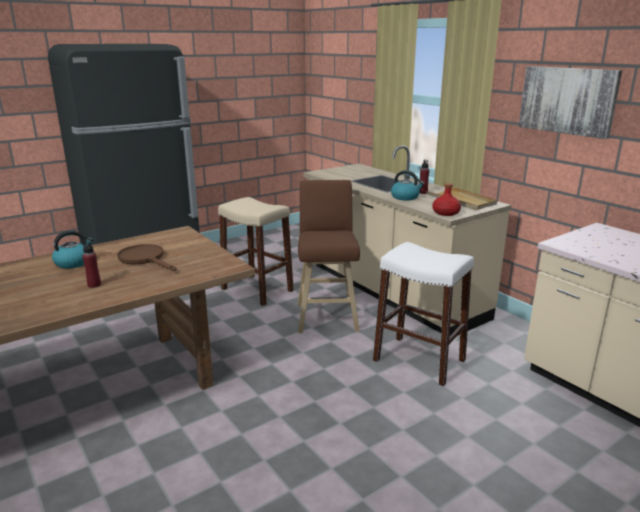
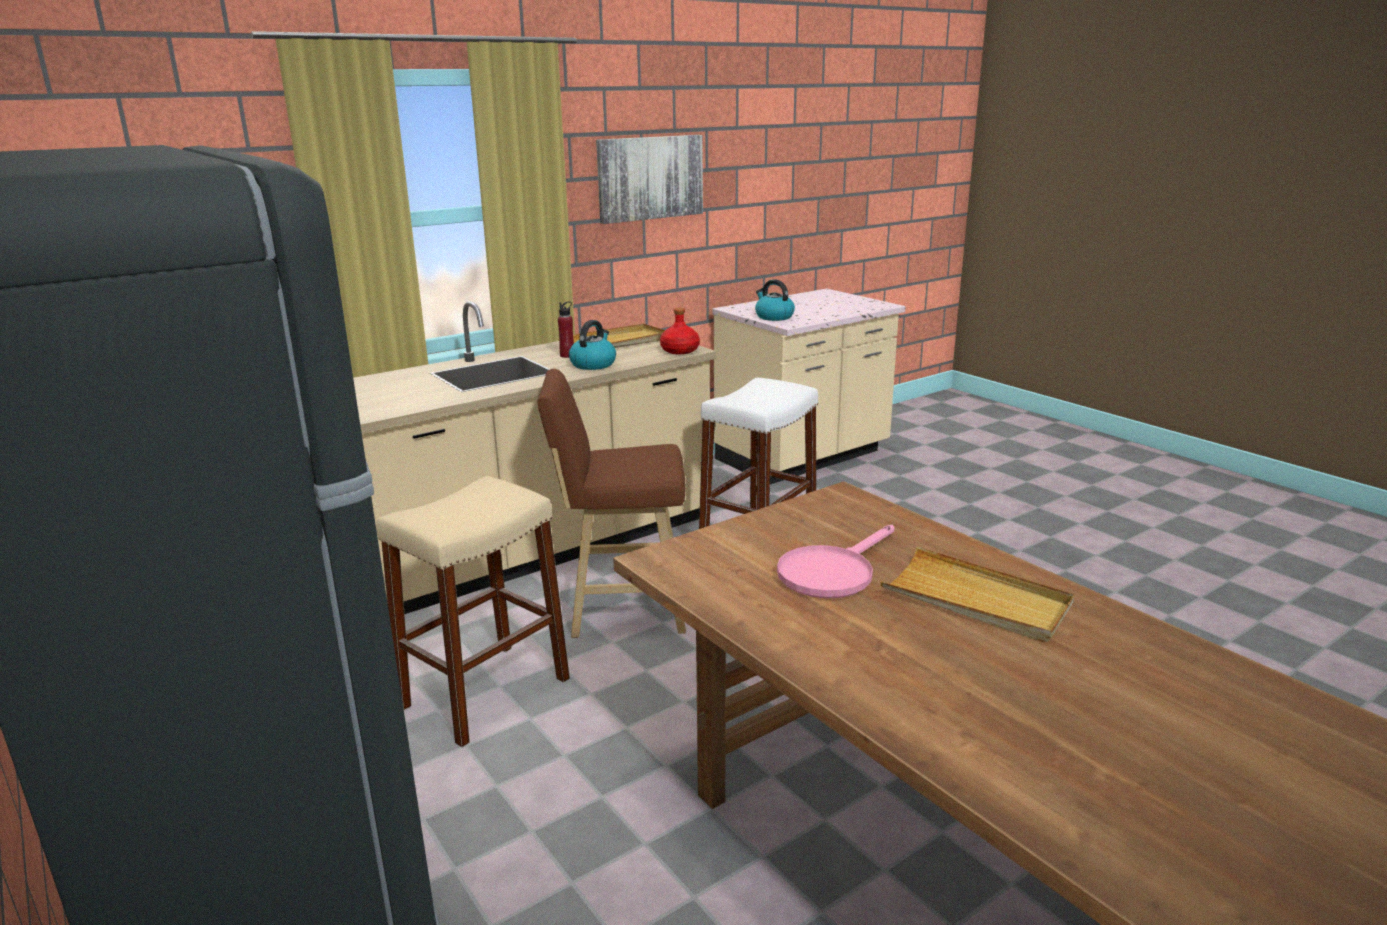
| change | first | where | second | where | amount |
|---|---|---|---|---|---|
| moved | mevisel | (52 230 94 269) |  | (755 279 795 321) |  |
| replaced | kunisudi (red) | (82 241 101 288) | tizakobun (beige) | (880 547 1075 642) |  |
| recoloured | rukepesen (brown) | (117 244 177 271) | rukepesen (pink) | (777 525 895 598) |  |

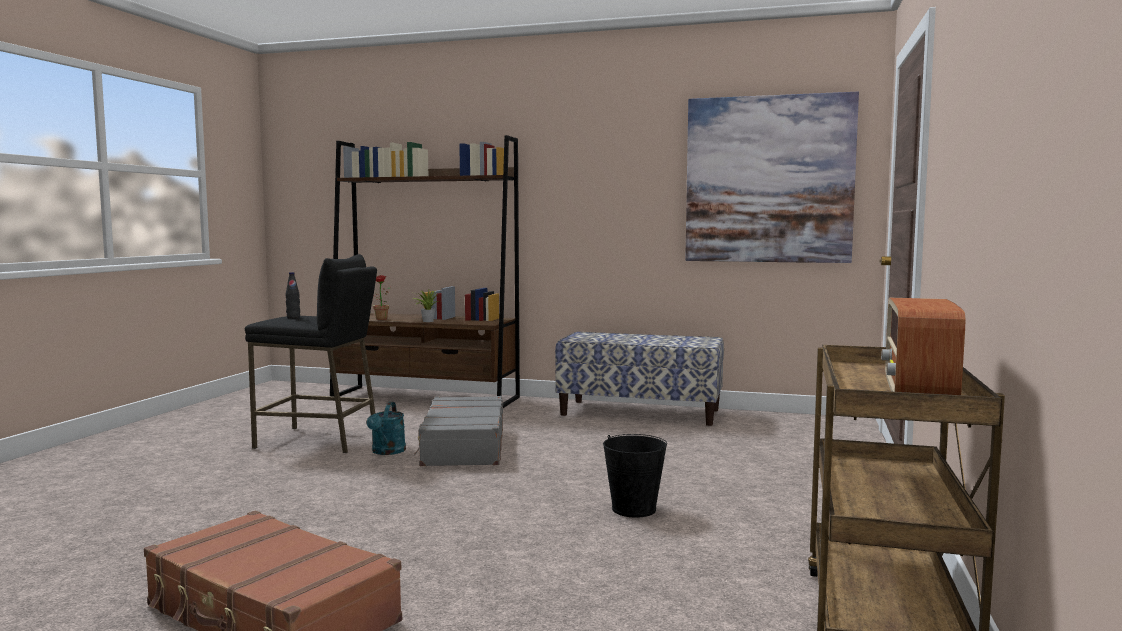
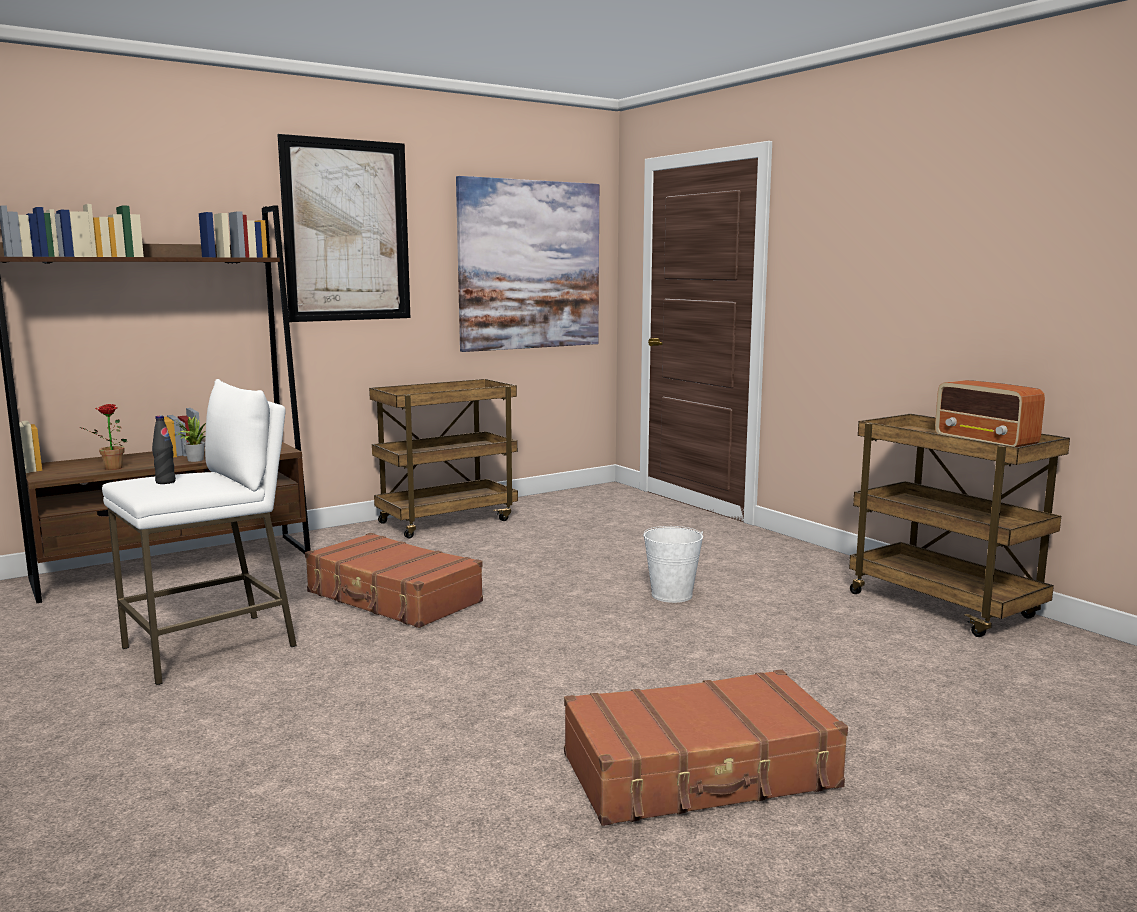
| change | first | where | second | where | amount |
|---|---|---|---|---|---|
| removed | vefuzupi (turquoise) | (367 402 406 455) |  |  |  |
| added |  |  | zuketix | (277 134 410 322) |  |
| replaced | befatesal | (555 332 724 426) | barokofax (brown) | (369 379 518 539) |  |
| recoloured | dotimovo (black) | (245 254 377 453) | dotimovo (white) | (102 379 297 685) |  |
| recoloured | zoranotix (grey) | (414 396 503 466) | zoranotix (brown) | (305 533 483 628) |  |
| recoloured | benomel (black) | (603 434 667 518) | benomel (white) | (643 526 703 603) |  |

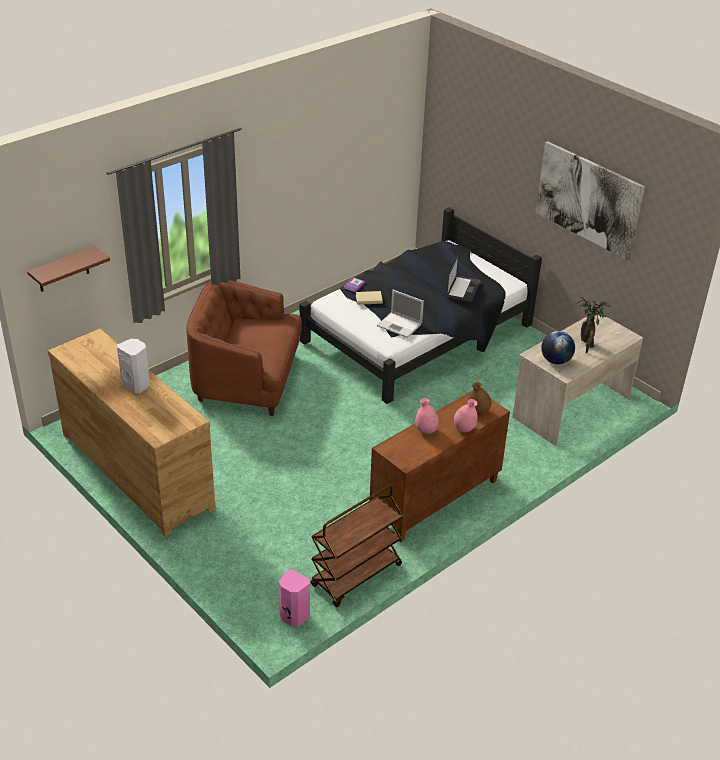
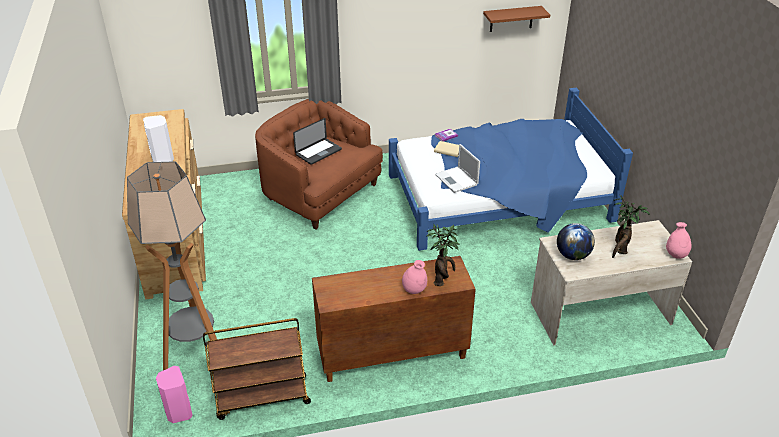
| change | first | where | second | where | amount |
|---|---|---|---|---|---|
| removed | zuketix | (535 141 645 260) |  |  |  |
| added |  |  | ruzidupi | (127 161 217 370) |  |
| moved | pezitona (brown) | (27 246 110 292) |  | (483 6 550 32) |  |
| moved | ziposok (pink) | (415 398 439 434) |  | (666 222 692 259) |  |
| moved | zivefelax | (447 255 481 303) |  | (293 118 342 165) |  |
| replaced | ziposok (brown) | (468 382 491 415) | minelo | (426 224 460 286) |  |
| recoloured | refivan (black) | (300 207 542 404) | refivan (blue) | (389 88 633 251) |  |

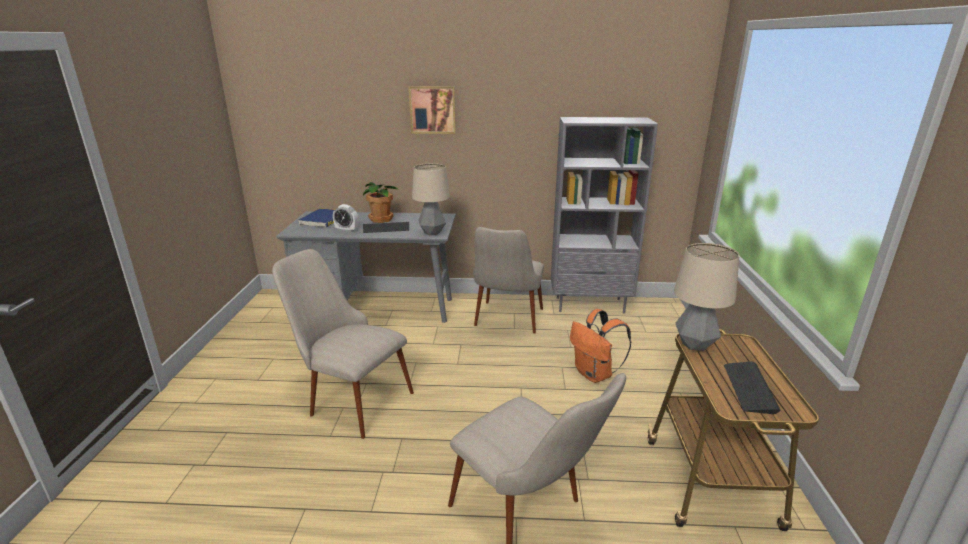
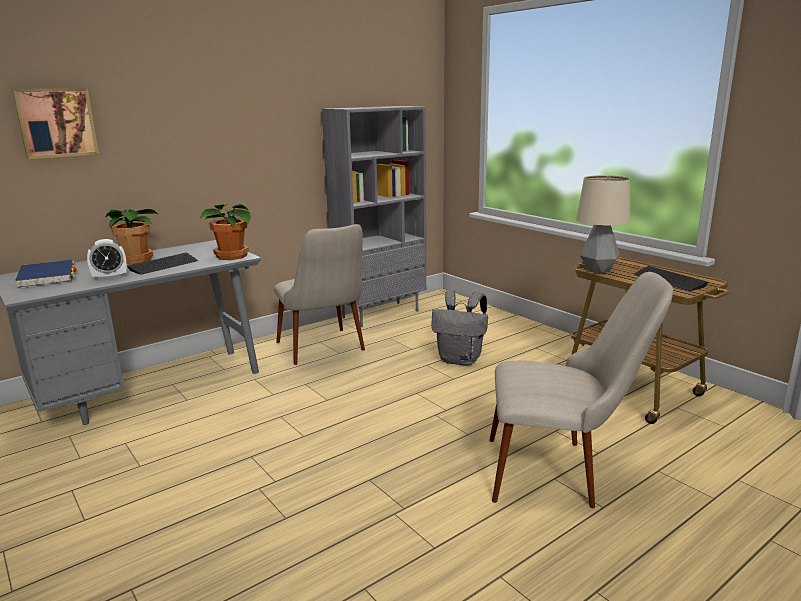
| change | first | where | second | where | amount |
|---|---|---|---|---|---|
| removed | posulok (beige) | (272 249 414 439) |  |  |  |
| moved | zuketix | (409 86 456 134) |  | (12 88 99 159) |  |
| replaced | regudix | (412 163 450 235) | minelo | (200 203 251 260) |  |
| recoloured | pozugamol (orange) | (570 309 632 383) | pozugamol (grey) | (431 290 488 365) |  |

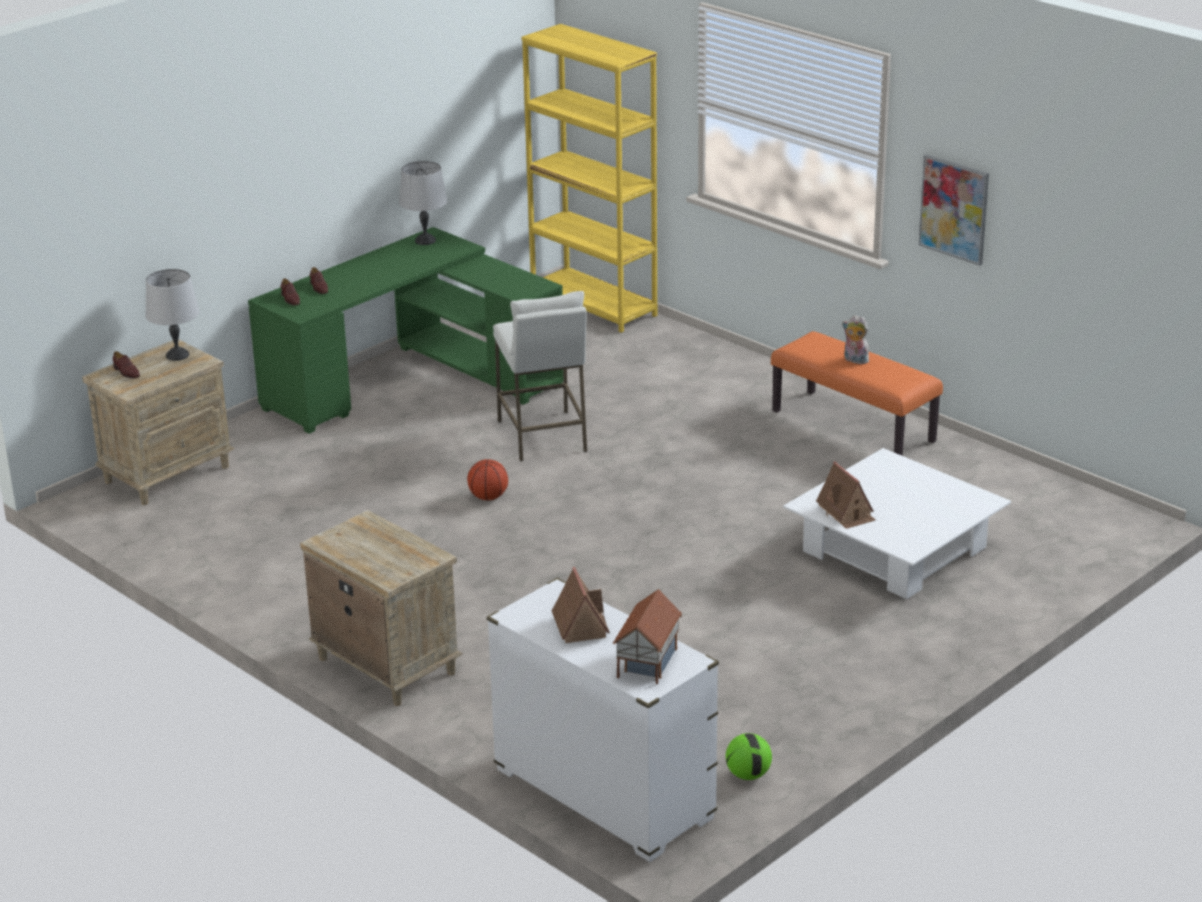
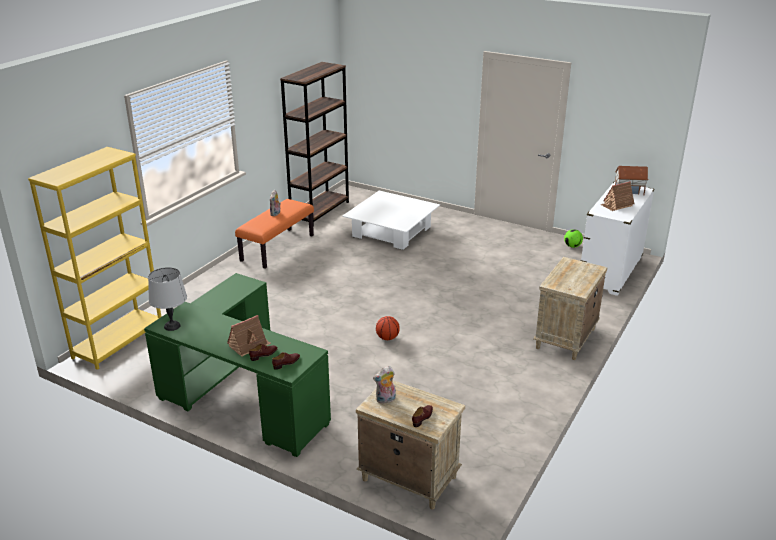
| change | first | where | second | where | amount |
|---|---|---|---|---|---|
| removed | dotimovo (white) | (493 291 587 461) |  |  |  |
| removed | zuketix | (919 154 989 266) |  |  |  |
| added |  |  | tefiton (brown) | (280 62 349 226) |  |
| moved | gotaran | (816 461 876 529) |  | (227 315 271 357) |  |
| replaced | regudix (grey) | (145 269 199 361) | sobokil | (373 366 396 404) |  |

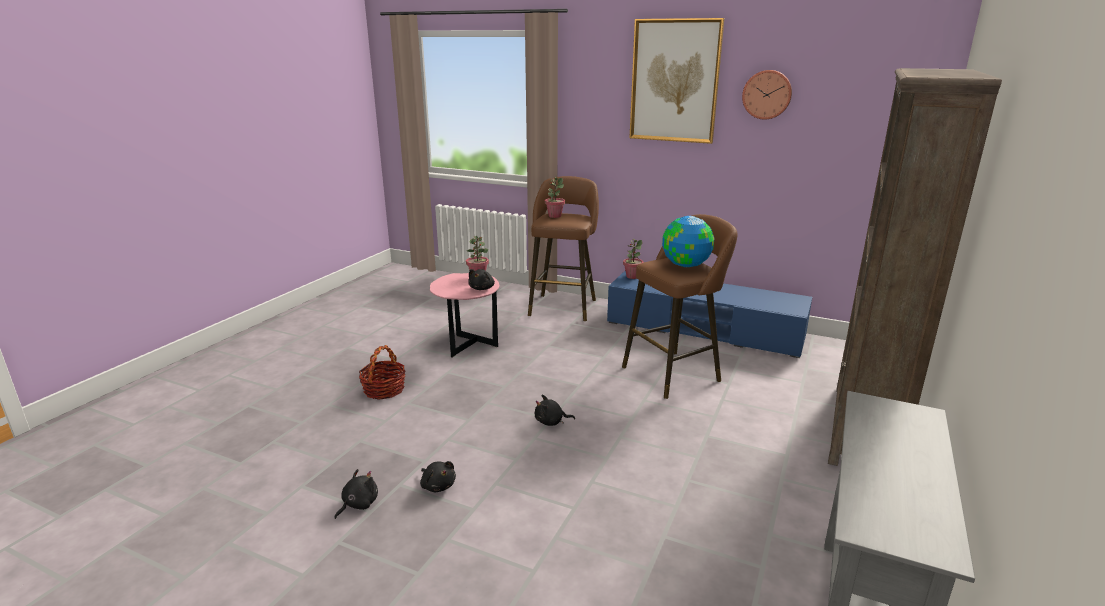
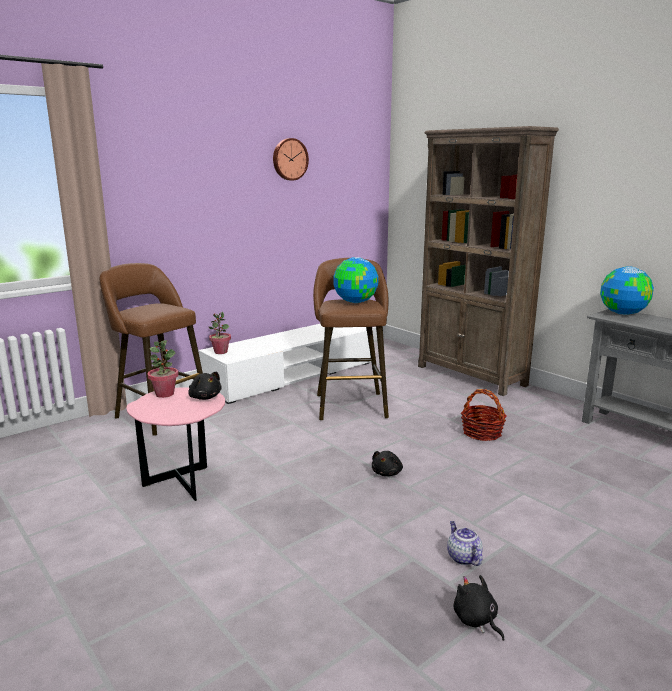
| change | first | where | second | where | amount |
|---|---|---|---|---|---|
| removed | minelo | (545 177 565 218) |  |  |  |
| removed | zuketix | (629 18 724 144) |  |  |  |
| added |  |  | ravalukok | (600 266 654 315) |  |
| moved | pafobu | (359 345 406 400) |  | (461 389 507 441) |  |
| replaced | sobokil (black) | (420 461 456 492) | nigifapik | (447 521 483 566) |  |
| recoloured | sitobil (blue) | (607 271 812 358) | sitobil (white) | (198 324 373 404) |  |

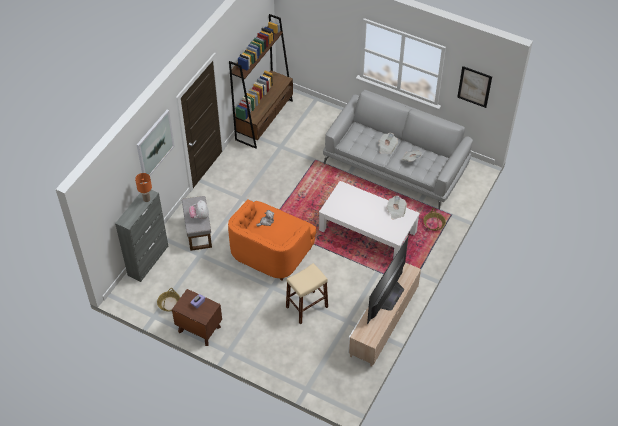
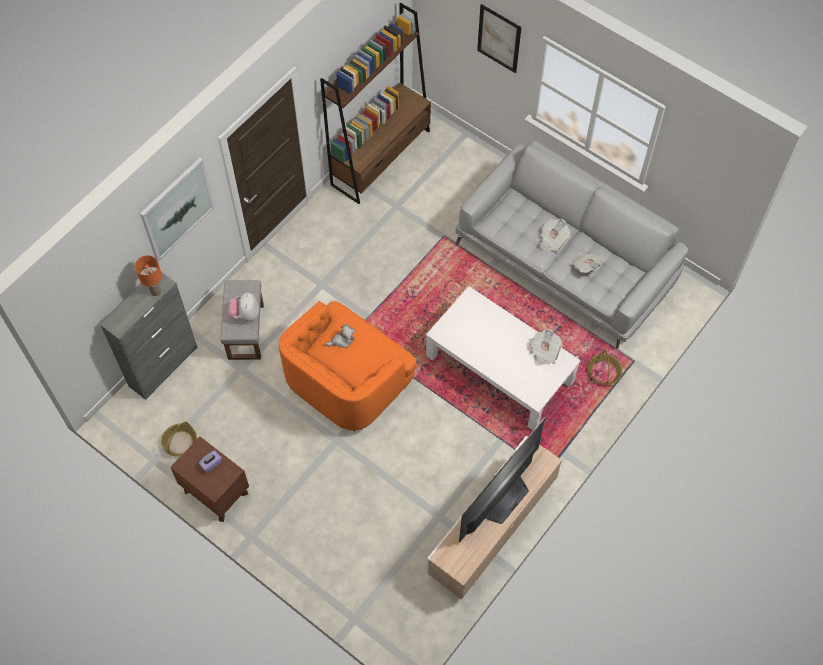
| change | first | where | second | where | amount |
|---|---|---|---|---|---|
| removed | dotimovo (beige) | (286 263 328 324) |  |  |  |
| moved | zuketix | (457 66 492 108) |  | (477 4 521 73) |  |

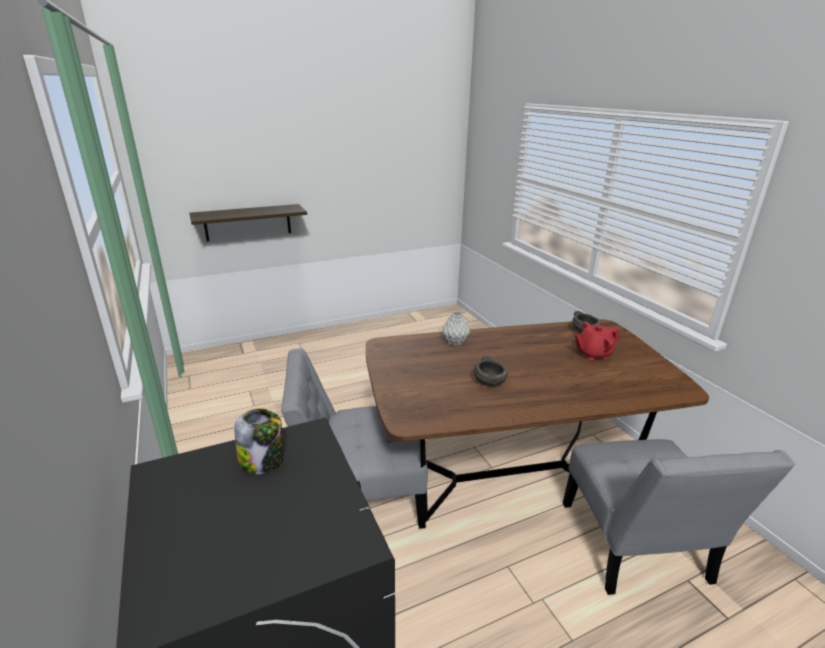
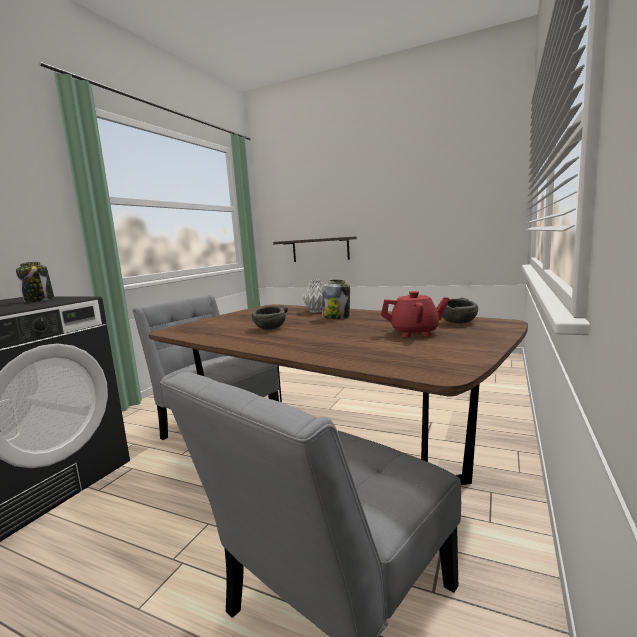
| change | first | where | second | where | amount |
|---|---|---|---|---|---|
| added |  |  | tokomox | (322 280 350 319) |  |
| turned | nigifapik (red) | (575 322 619 361) |  | (381 291 450 337) | 150 degrees clockwise |

